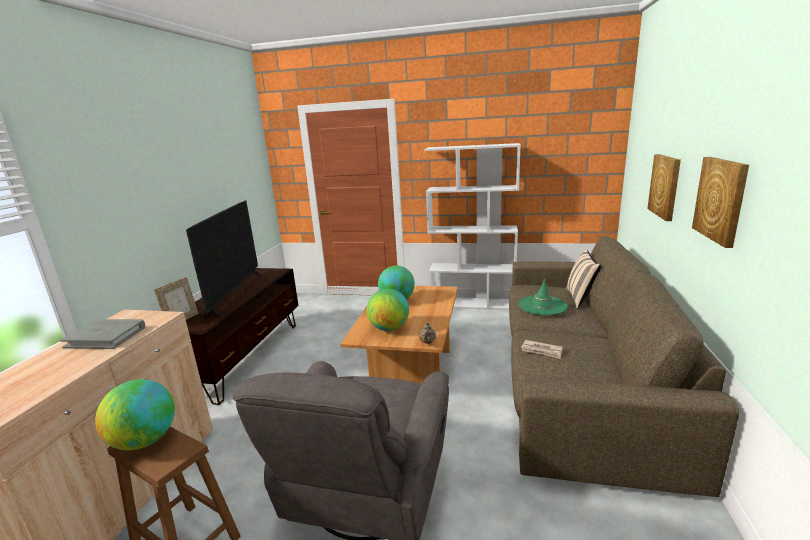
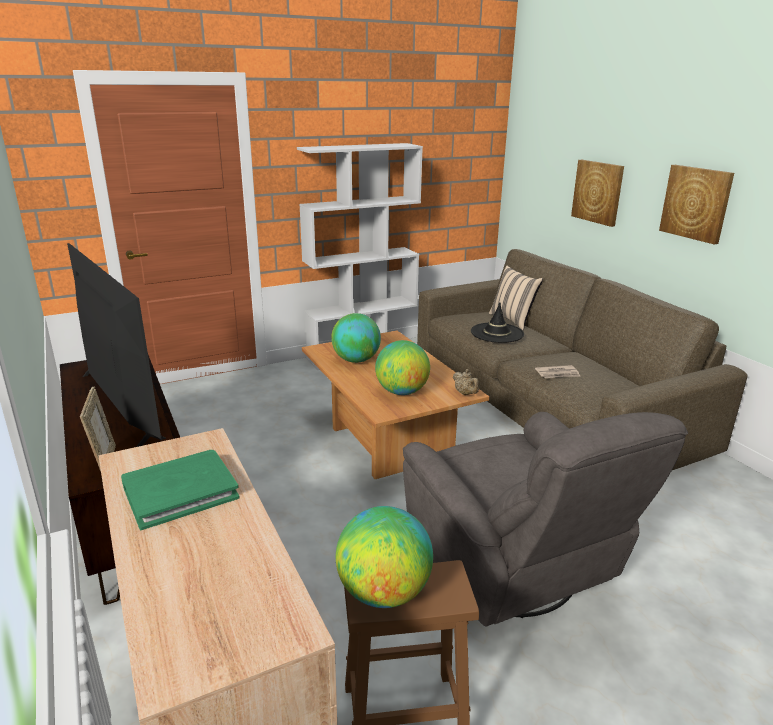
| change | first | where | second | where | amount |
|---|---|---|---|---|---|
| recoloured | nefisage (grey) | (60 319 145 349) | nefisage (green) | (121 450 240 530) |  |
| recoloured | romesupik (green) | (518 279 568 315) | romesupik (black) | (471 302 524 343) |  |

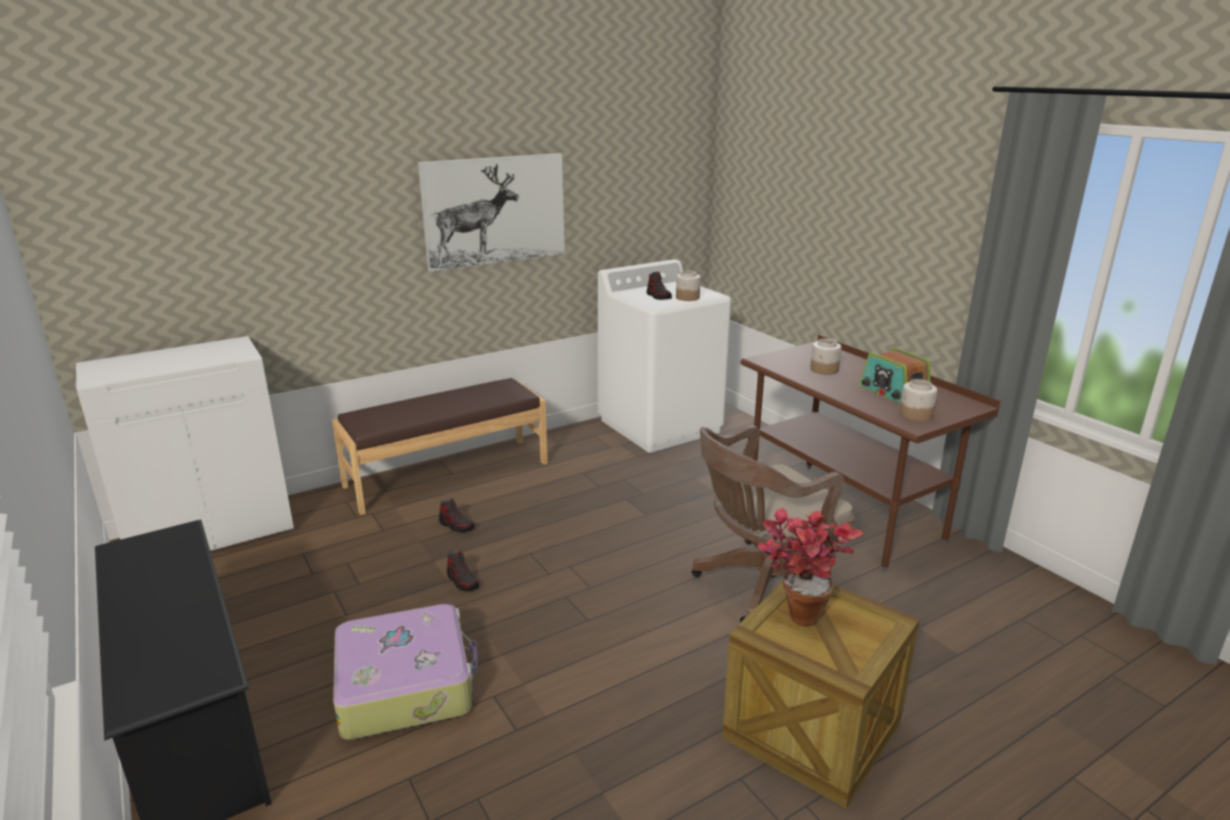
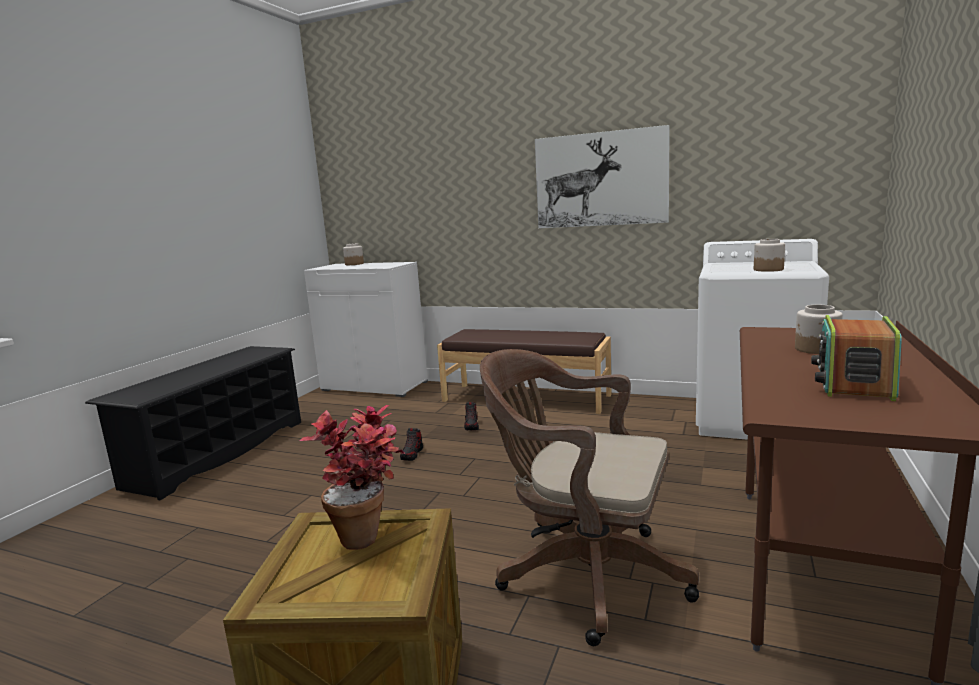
| change | first | where | second | where | amount |
|---|---|---|---|---|---|
| removed | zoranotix | (333 604 478 740) |  |  |  |
| removed | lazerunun | (647 272 672 300) |  |  |  |
| moved | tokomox | (899 379 937 422) |  | (343 243 364 265) |  |

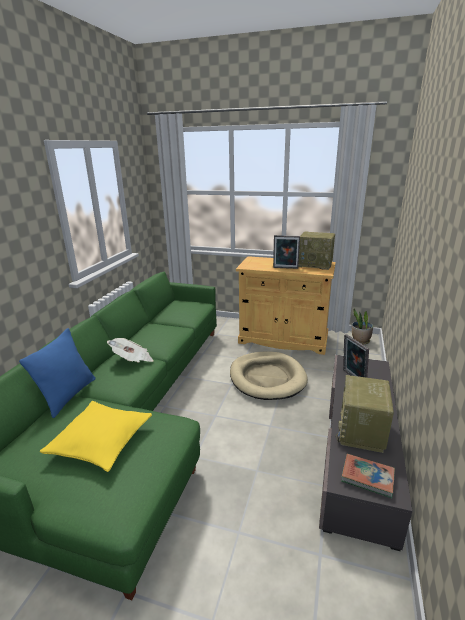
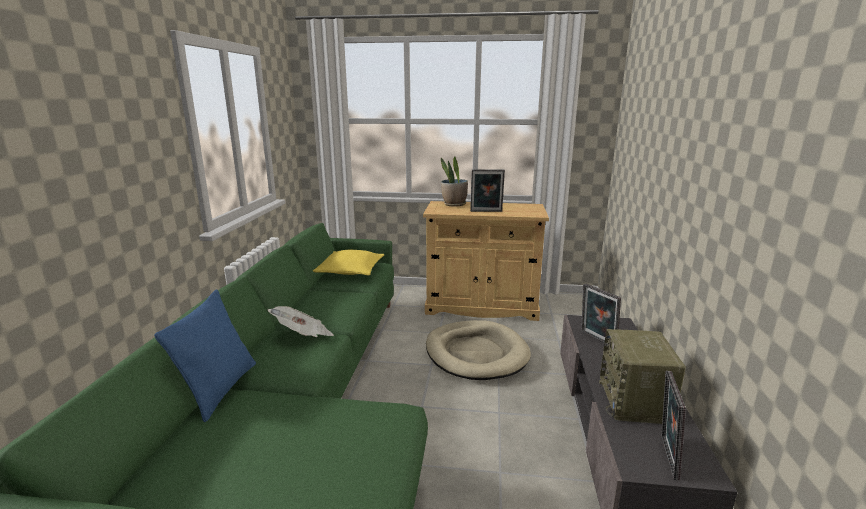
| change | first | where | second | where | amount |
|---|---|---|---|---|---|
| removed | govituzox | (298 232 335 270) |  |  |  |
| moved | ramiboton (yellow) | (40 401 152 472) |  | (313 250 384 275) |  |
| moved | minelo | (352 309 373 344) |  | (441 156 468 206) |  |
| replaced | nefisage | (341 453 395 498) | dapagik | (661 371 686 480) |  |

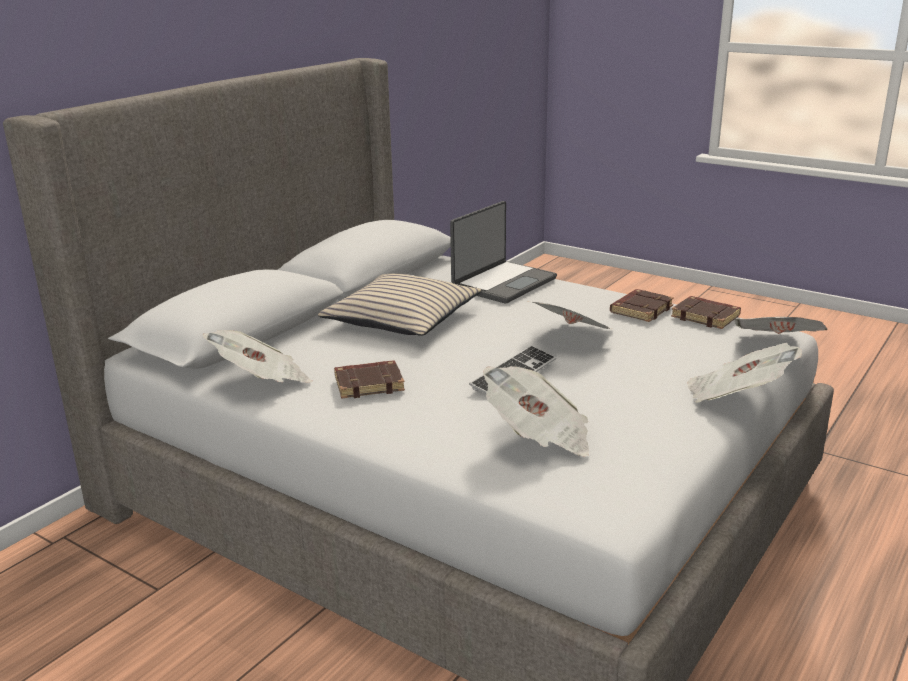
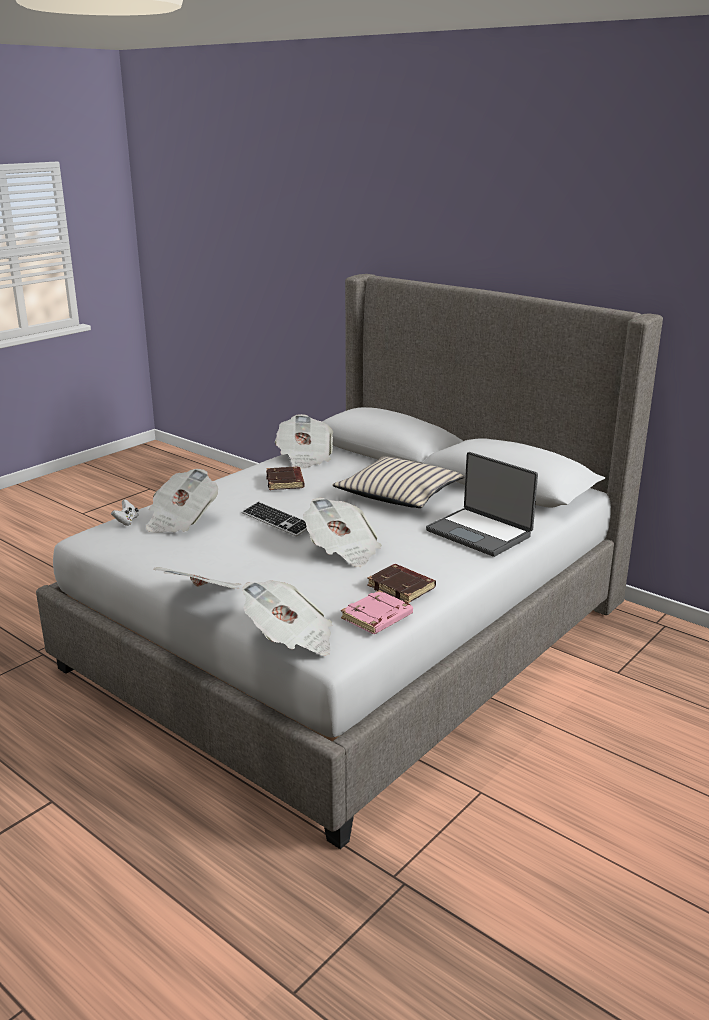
| change | first | where | second | where | amount |
|---|---|---|---|---|---|
| added |  |  | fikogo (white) | (111 499 139 526) |  |
| recoloured | nefisage (brown) | (671 296 741 329) | nefisage (pink) | (341 590 413 634) |  |

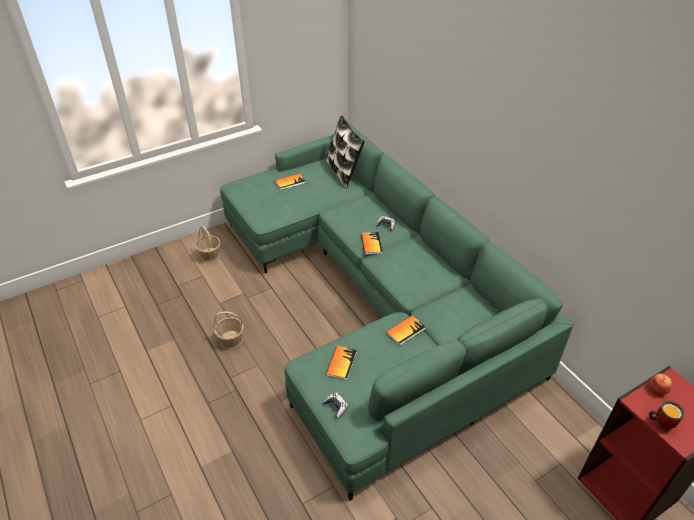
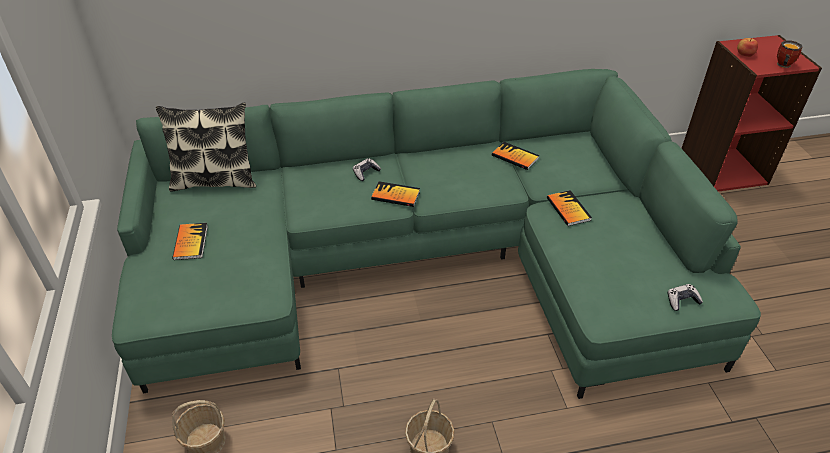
| change | first | where | second | where | amount |
|---|---|---|---|---|---|
| moved | nefisage | (326 346 357 380) |  | (492 142 539 170) |  |

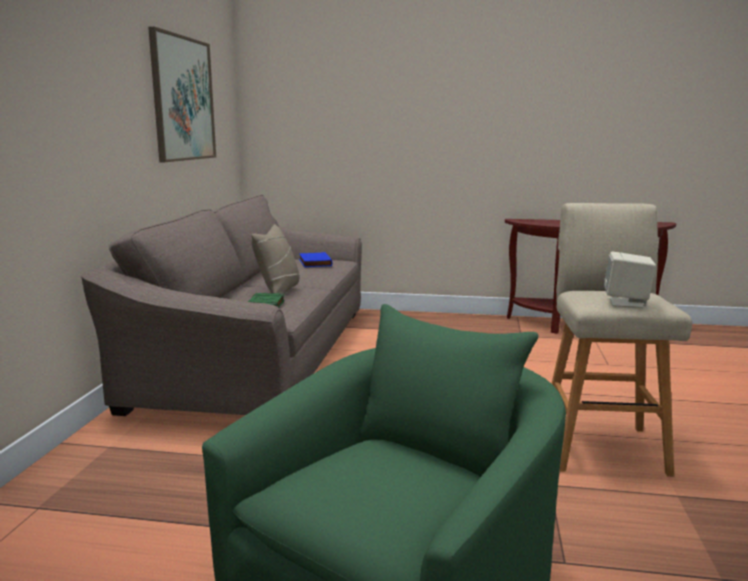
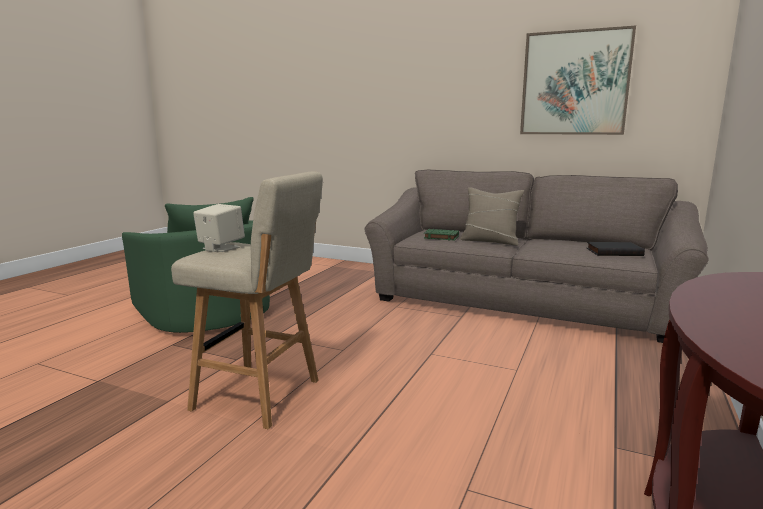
| change | first | where | second | where | amount |
|---|---|---|---|---|---|
| recoloured | nefisage (blue) | (299 252 332 267) | nefisage (black) | (587 242 645 256) |  |

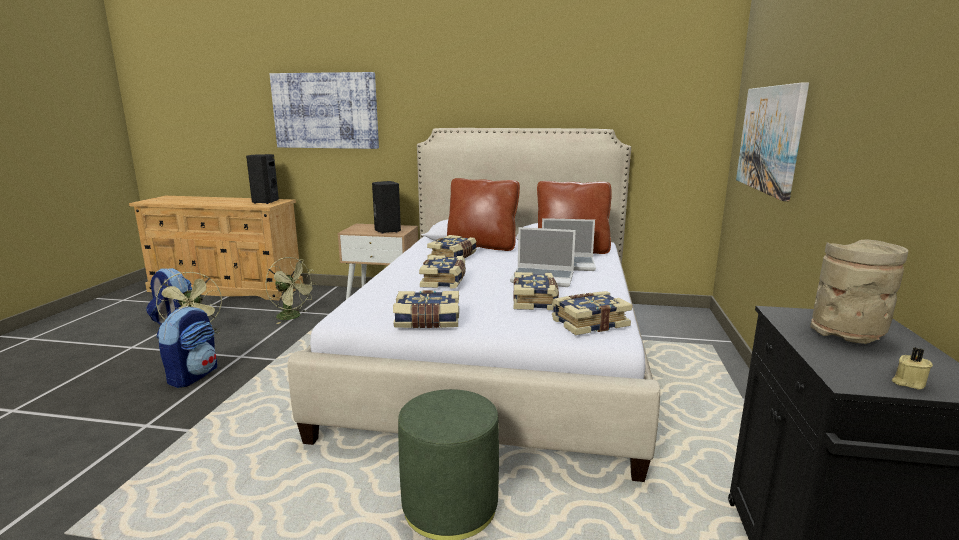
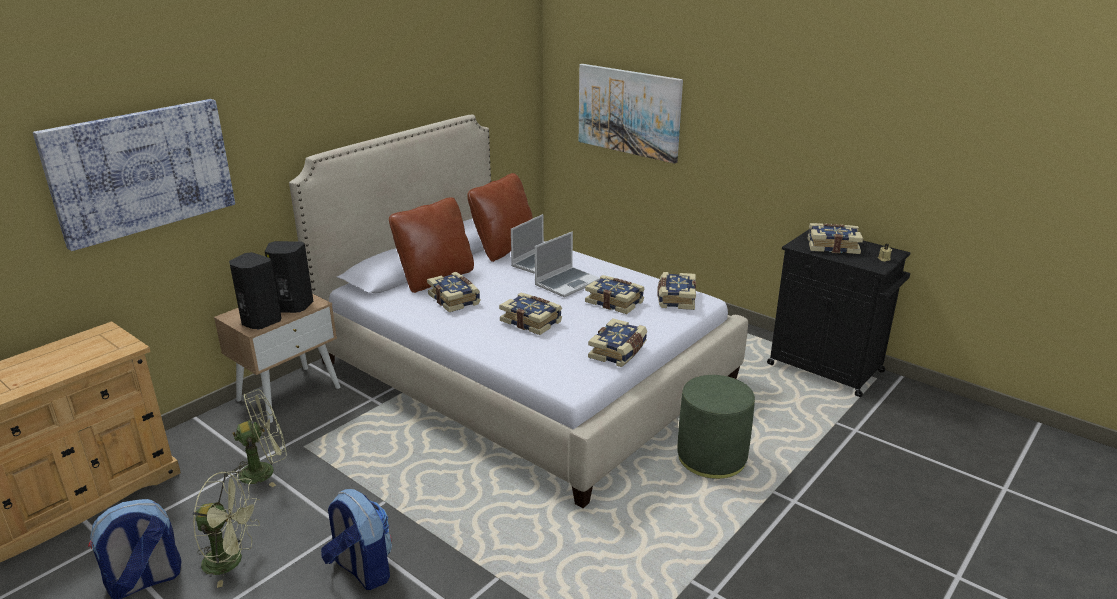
| change | first | where | second | where | amount |
|---|---|---|---|---|---|
| moved | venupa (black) | (246 154 279 204) |  | (229 252 281 329) |  |
| replaced | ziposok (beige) | (810 240 908 344) | nefisage | (808 223 863 254) |  |

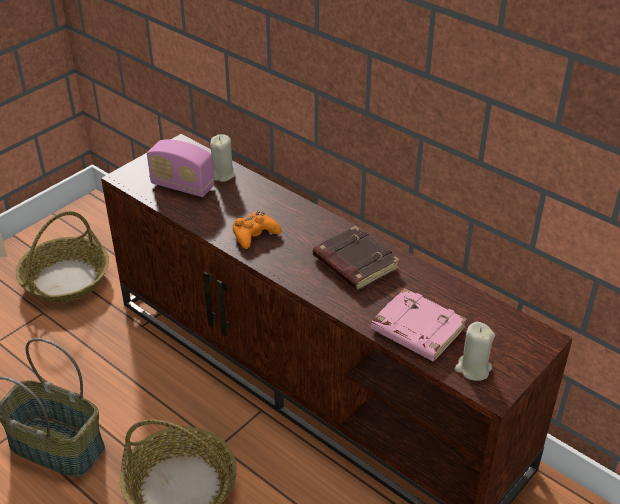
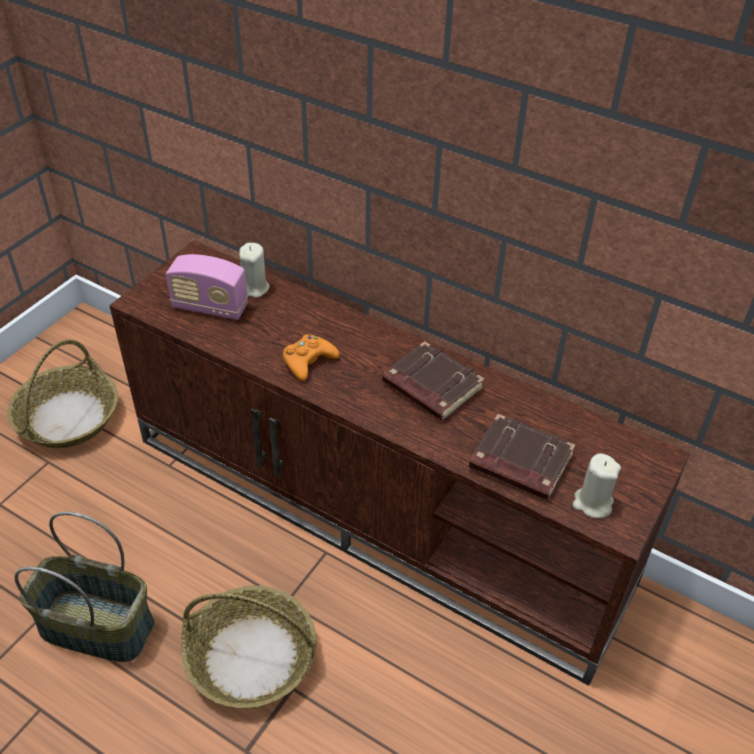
| change | first | where | second | where | amount |
|---|---|---|---|---|---|
| recoloured | nefisage (pink) | (371 288 467 361) | nefisage (brown) | (469 414 575 500) |  |

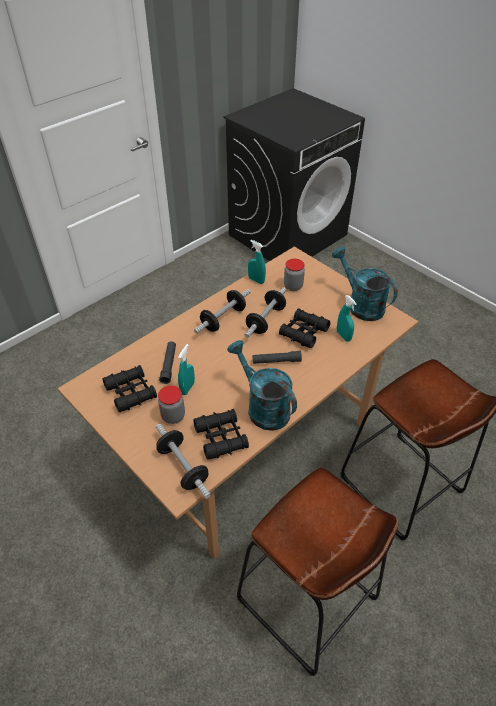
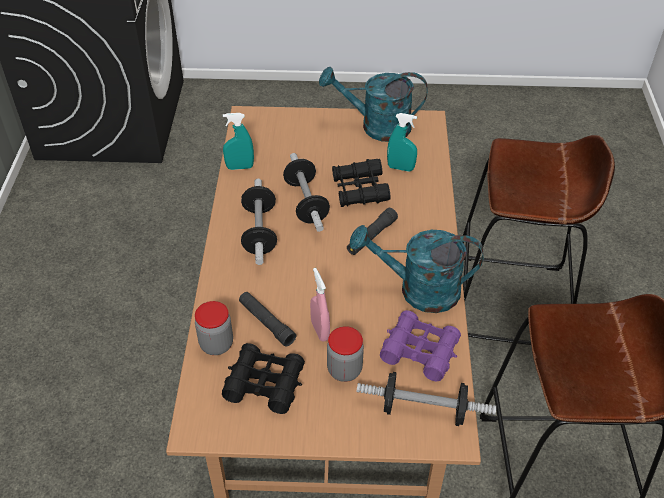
| change | first | where | second | where | amount |
|---|---|---|---|---|---|
| moved | tokomox | (284 259 305 291) |  | (195 301 233 355) |  |
| recoloured | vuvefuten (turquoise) | (178 344 195 395) | vuvefuten (pink) | (310 268 330 341) |  |
| recoloured | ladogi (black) | (194 409 249 460) | ladogi (purple) | (380 310 461 381) |  |

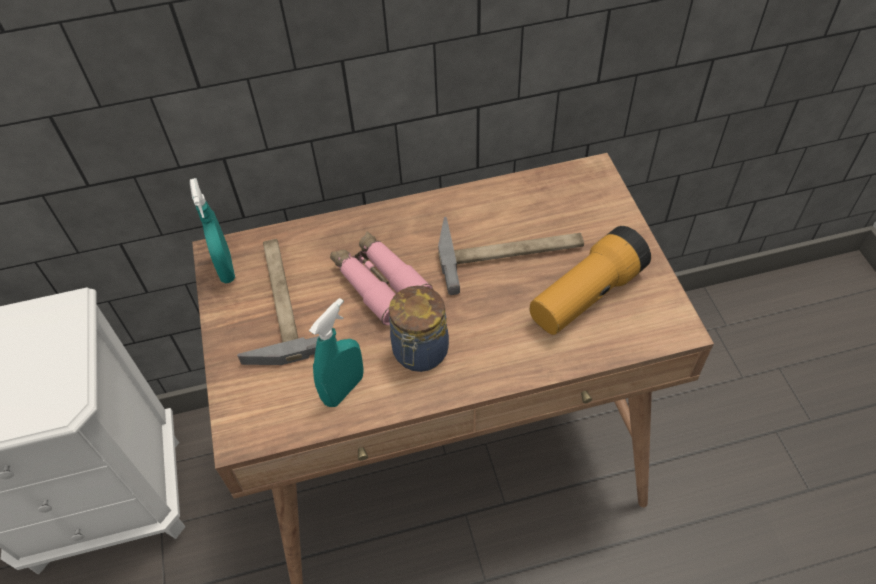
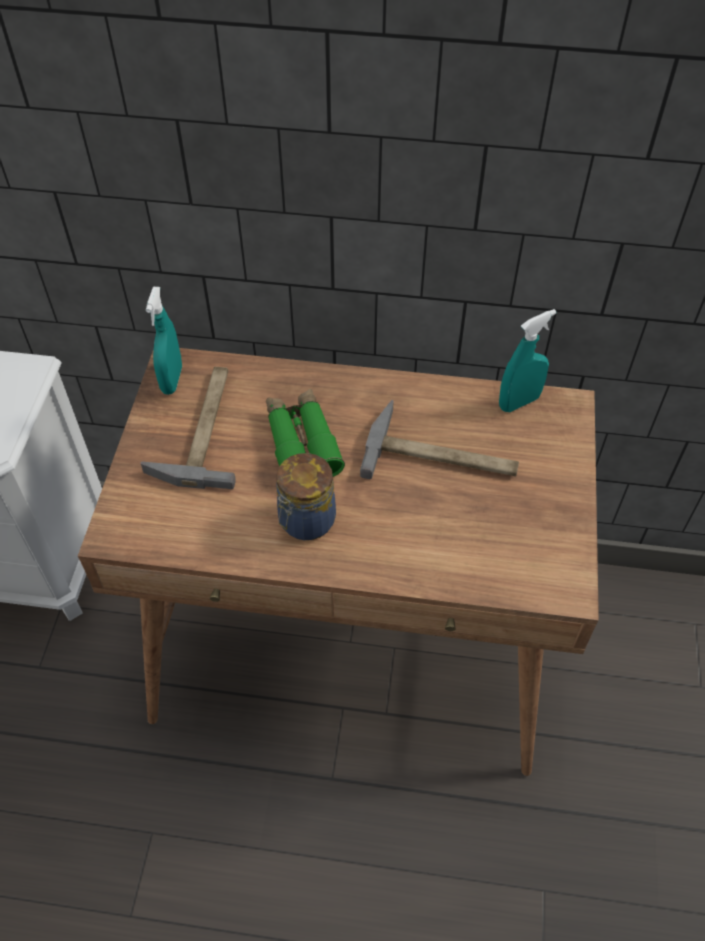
| change | first | where | second | where | amount |
|---|---|---|---|---|---|
| removed | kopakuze | (530 226 651 335) |  |  |  |
| moved | vuvefuten (turquoise) | (309 298 364 407) |  | (499 309 556 412) |  |
| recoloured | ladogi (pink) | (330 231 433 325) | ladogi (green) | (266 389 345 477) |  |

